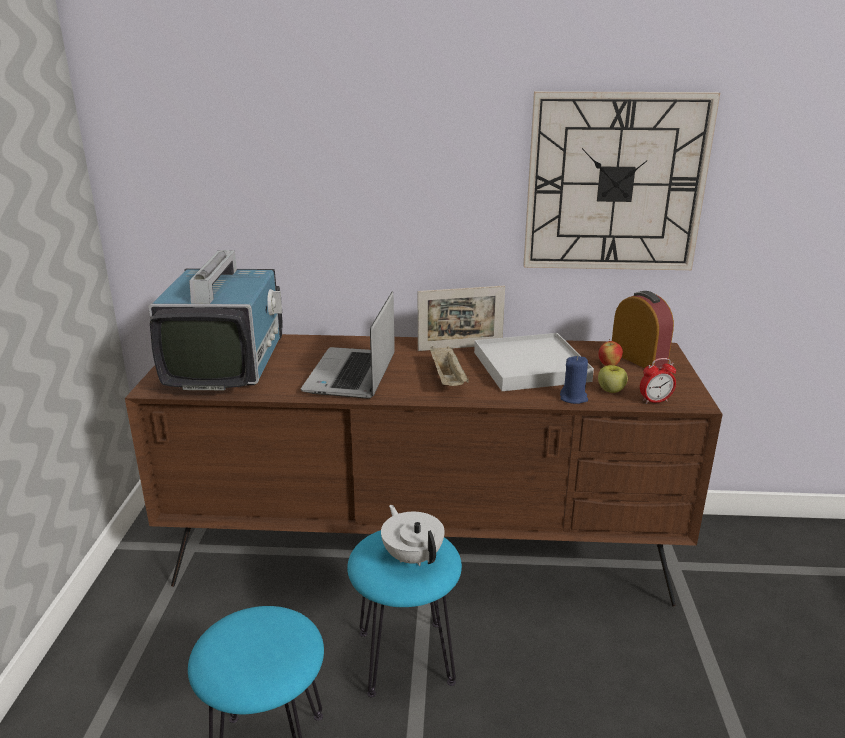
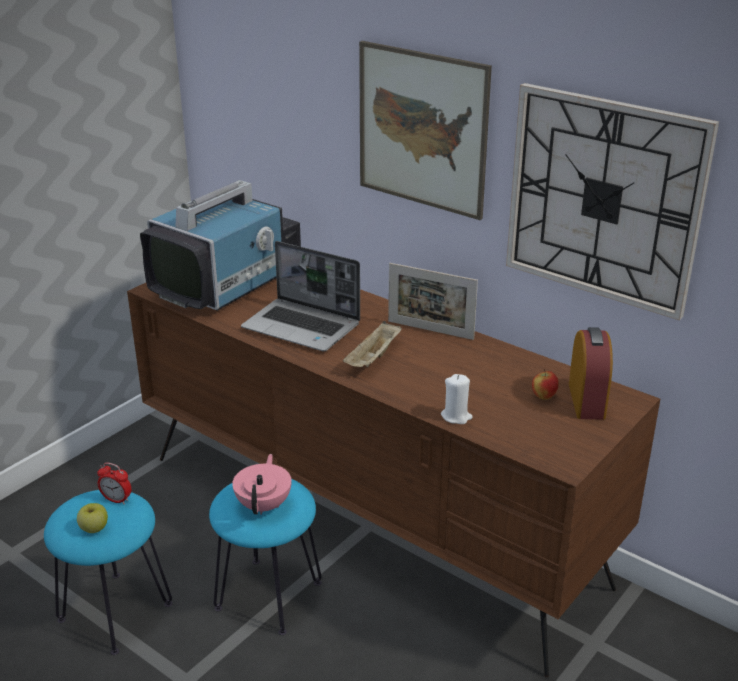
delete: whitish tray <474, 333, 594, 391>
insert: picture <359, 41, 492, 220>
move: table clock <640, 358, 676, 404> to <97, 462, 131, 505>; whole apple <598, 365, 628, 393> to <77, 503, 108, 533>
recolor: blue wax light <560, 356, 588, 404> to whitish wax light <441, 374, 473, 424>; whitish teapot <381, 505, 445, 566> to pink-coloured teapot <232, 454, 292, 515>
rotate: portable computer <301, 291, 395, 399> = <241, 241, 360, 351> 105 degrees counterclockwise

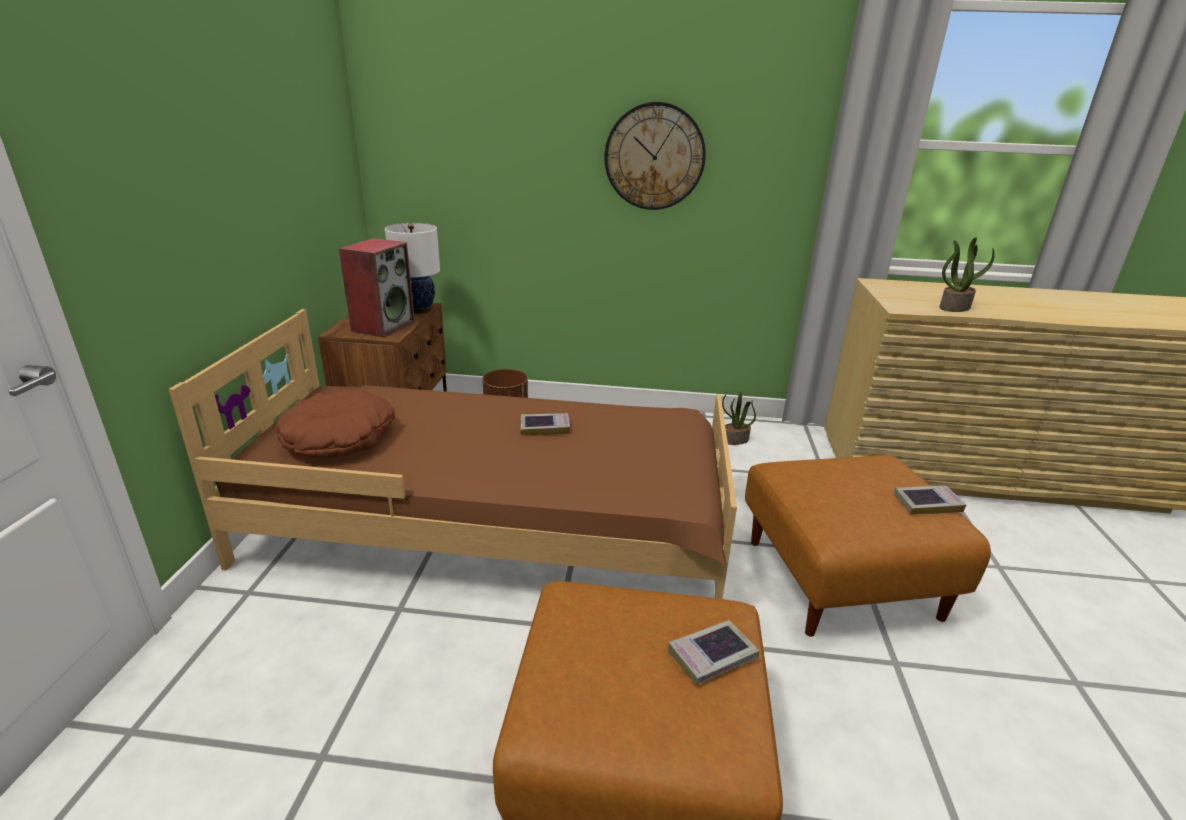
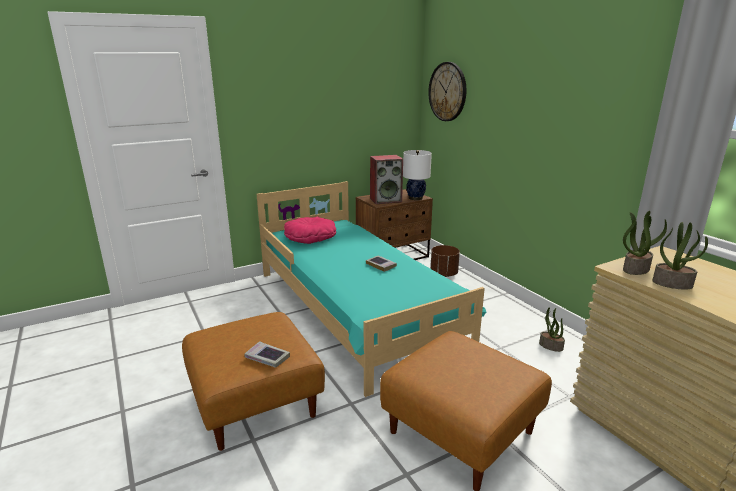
delete: volume <894, 486, 966, 514>
insert: potted plant <623, 211, 667, 275>
move: wall clock <604, 102, 706, 210> to <428, 62, 466, 121>
recolor: brown-coloured sleeping bed <169, 309, 737, 599> to turquoise-coloured sleeping bed <257, 181, 487, 397>; brown-coloured throw pillow <276, 390, 395, 458> to pink-coloured throw pillow <284, 216, 336, 244>

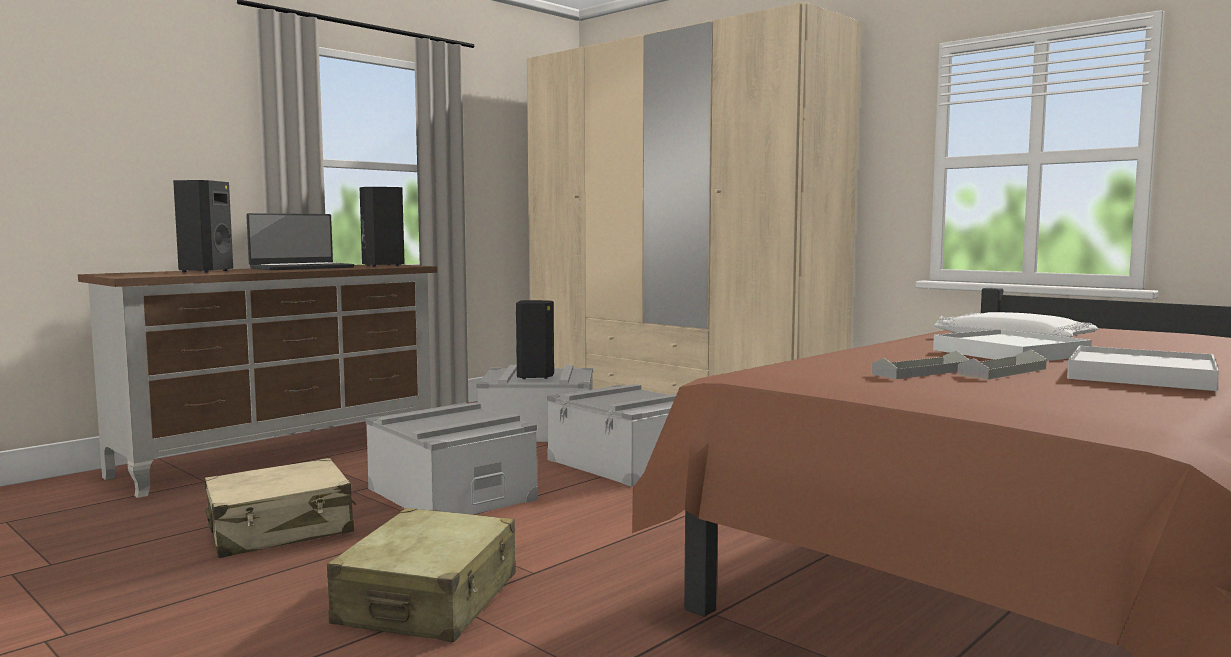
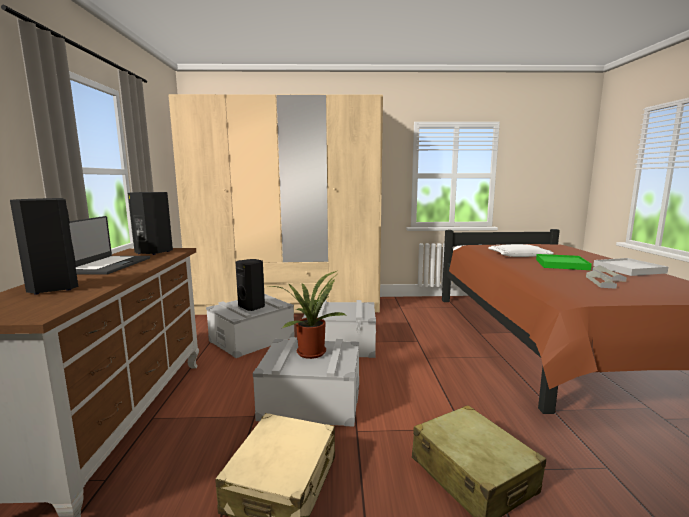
insert: potted plant <270, 271, 346, 359>
recolor: whitish tray <933, 329, 1092, 361> to greenish tray <536, 254, 592, 270>

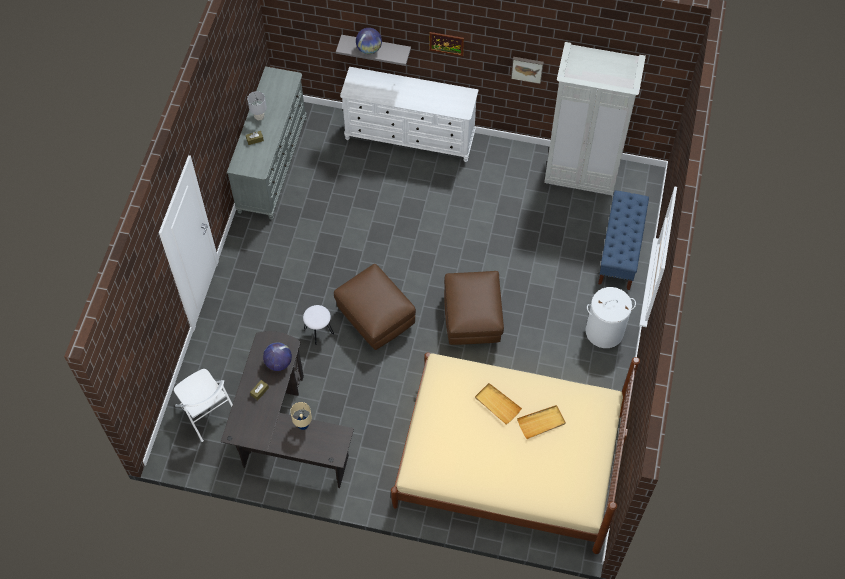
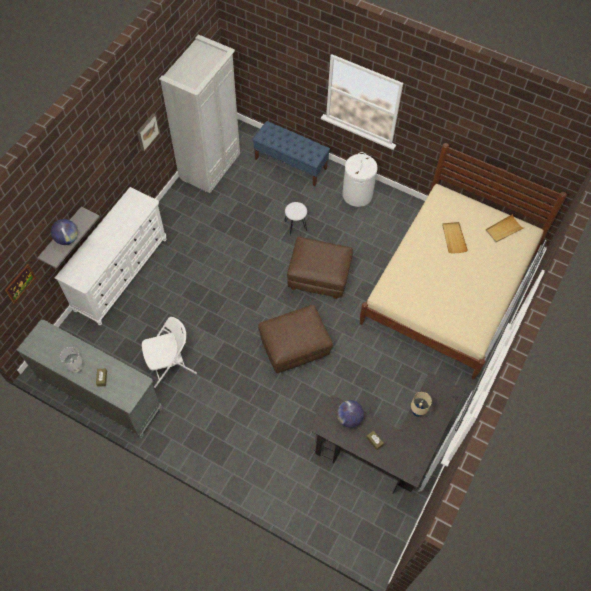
move: picture <430, 32, 464, 56> to <5, 264, 36, 304>; whitish sitting stool <303, 305, 334, 345> to <285, 202, 307, 235>; whitish upright chair <174, 369, 233, 442> to <142, 317, 197, 388>; beige-coloured tray <475, 383, 522, 425> to <486, 214, 524, 242>

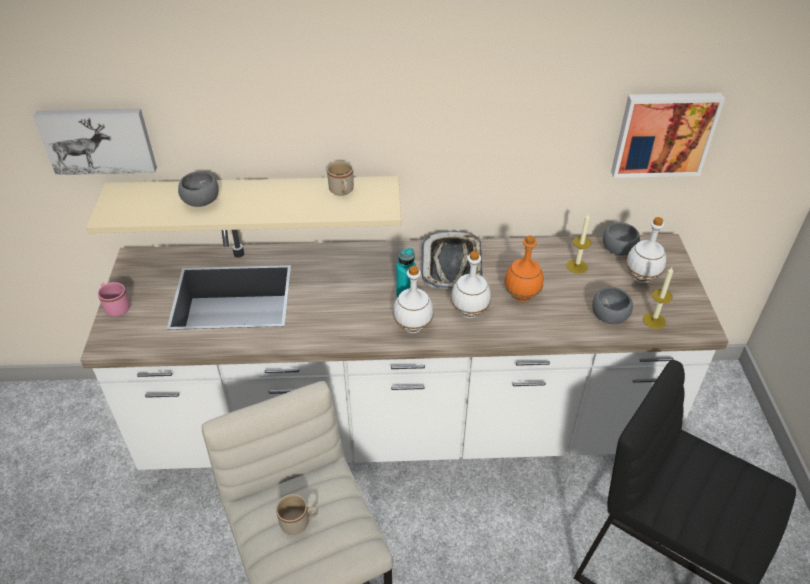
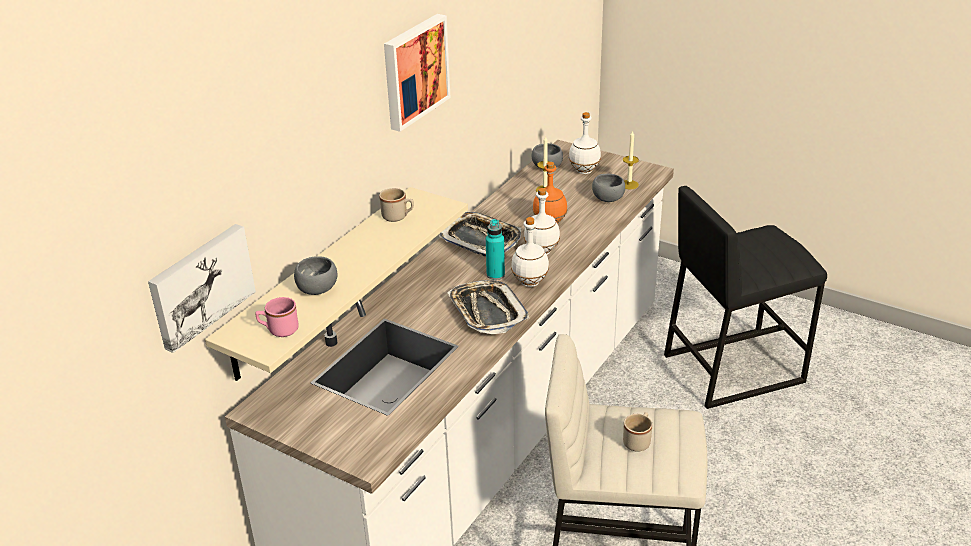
insert: tray <447, 280, 530, 334>
move: picture <611, 93, 725, 178> to <384, 14, 451, 132>; pink-coloured tea mug <98, 282, 130, 317> to <256, 297, 299, 337>

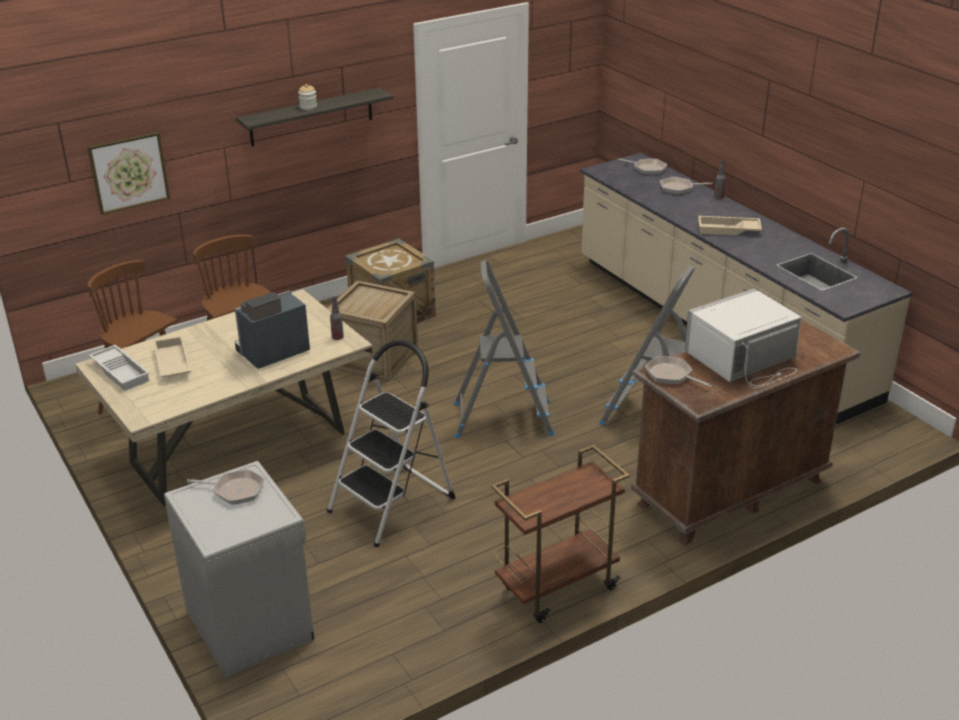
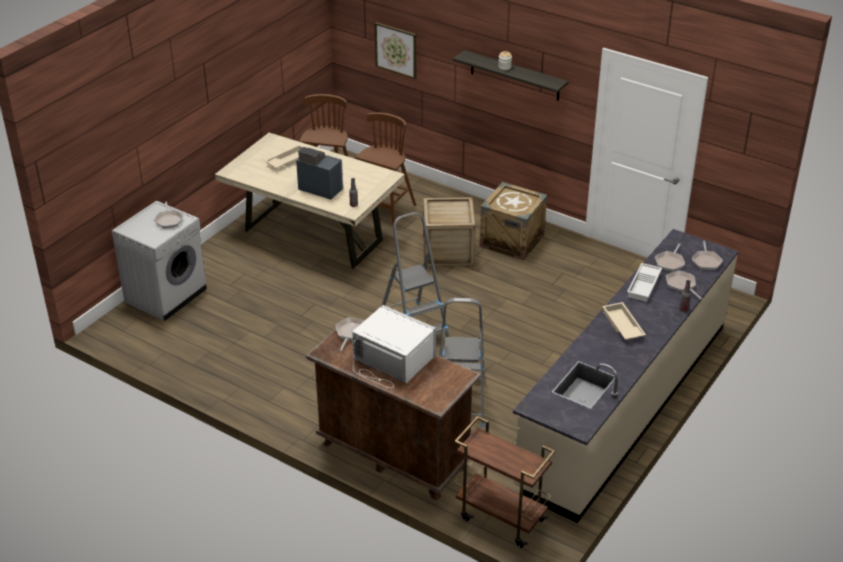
delete: step stool <327, 340, 455, 547>
insert: frying pan <655, 243, 685, 272>
move: whitish tray <89, 345, 150, 391> to <627, 263, 662, 302>; brown-coloured wheeled cart <491, 445, 630, 623> to <454, 416, 555, 548>

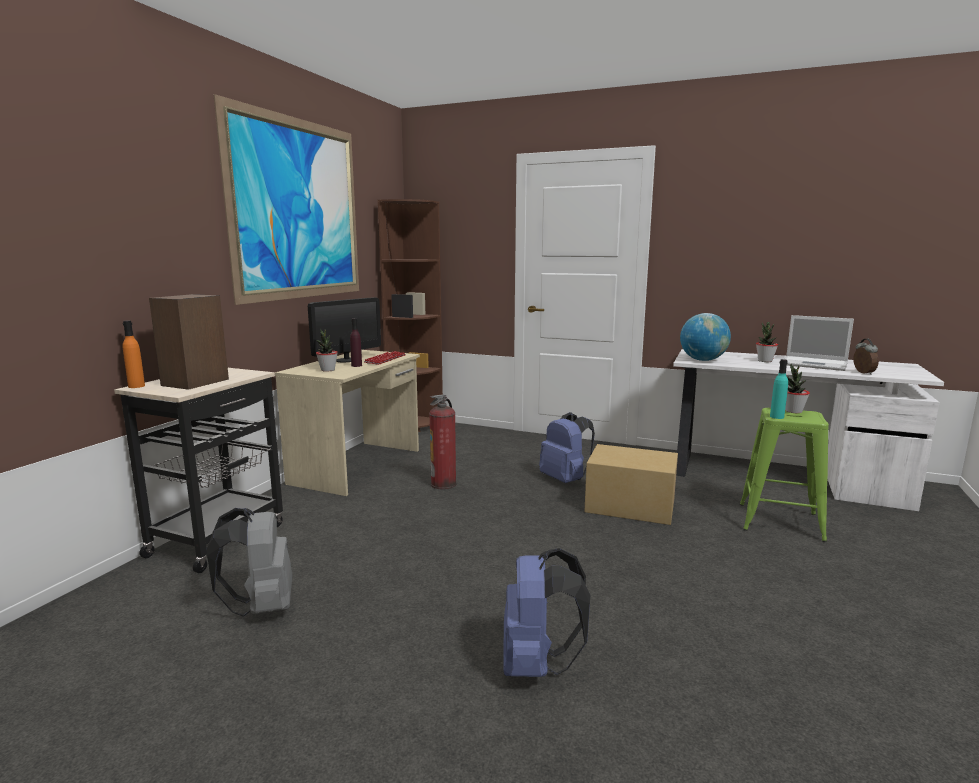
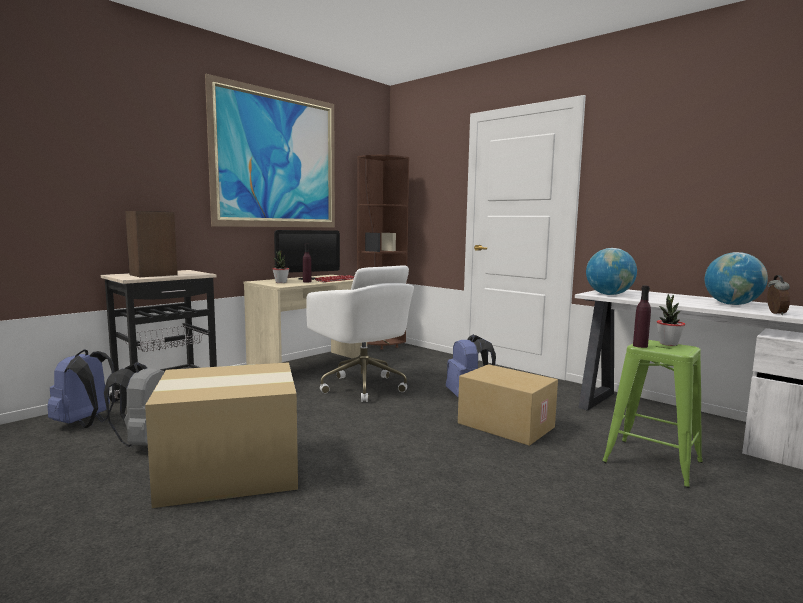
delete: orange beverage bottle <123, 320, 145, 388>; potted plant <756, 322, 778, 362>
insert: cardboard box <145, 362, 298, 508>
move: blue rucksack <503, 548, 590, 677> to <47, 349, 115, 428>
replace: portable computer <784, 315, 854, 371> to globe <705, 252, 768, 305>; fire-fighting cylinder <429, 395, 456, 490> to whitish office chair <306, 266, 414, 402>
recolor: turquoise-coloured beverage bottle <770, 359, 788, 419> to purple beverage bottle <633, 286, 651, 348>

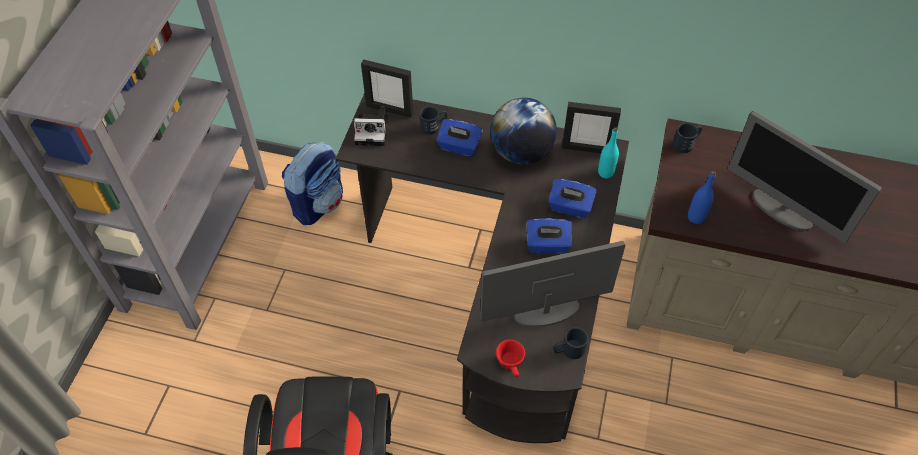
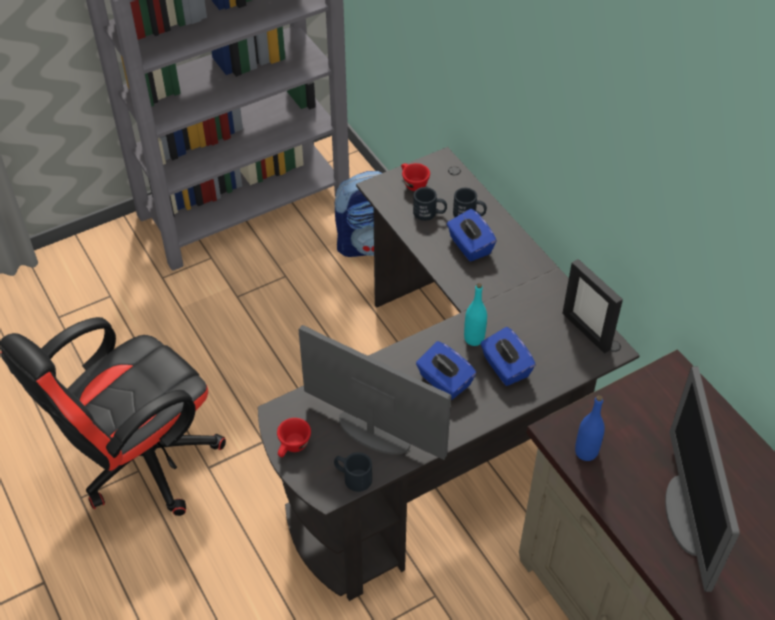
delete: standing frame <361, 59, 413, 118>; globe <490, 98, 557, 164>
move: black tea mug <672, 123, 702, 153> to <413, 187, 447, 221>; turquoise-coloured beverage bottle <598, 128, 619, 178> to <464, 283, 487, 346>
replace: still camera <354, 106, 388, 146> to red cup <401, 163, 430, 191>

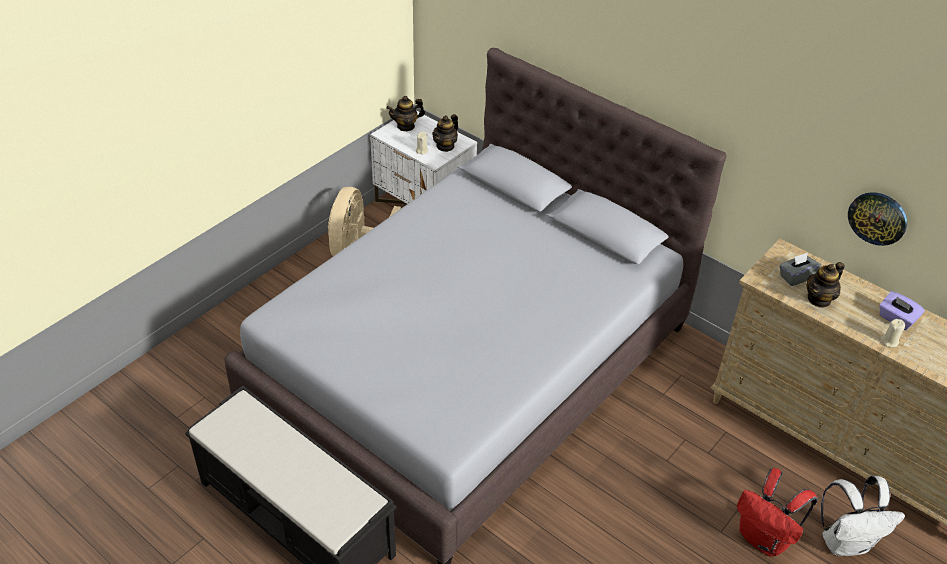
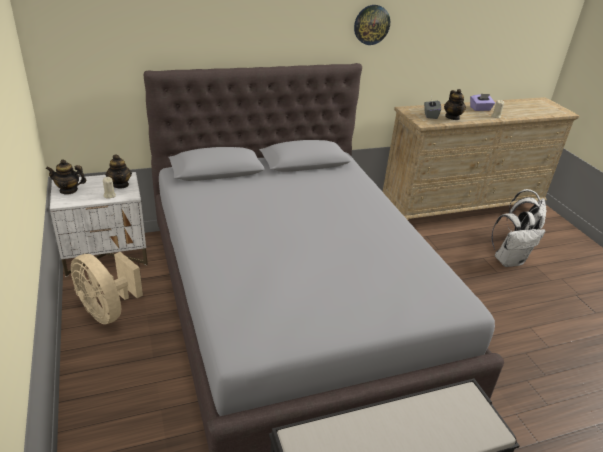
move: wall clock <848, 192, 907, 246> to <354, 5, 390, 45>
recolor: red rucksack <737, 468, 818, 557> to whitish rucksack <492, 212, 545, 267>
rotate: teapot <386, 96, 425, 131> = <46, 159, 87, 194> 75 degrees clockwise

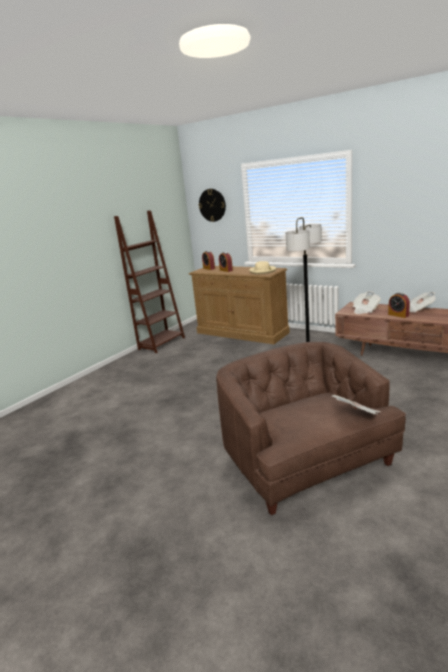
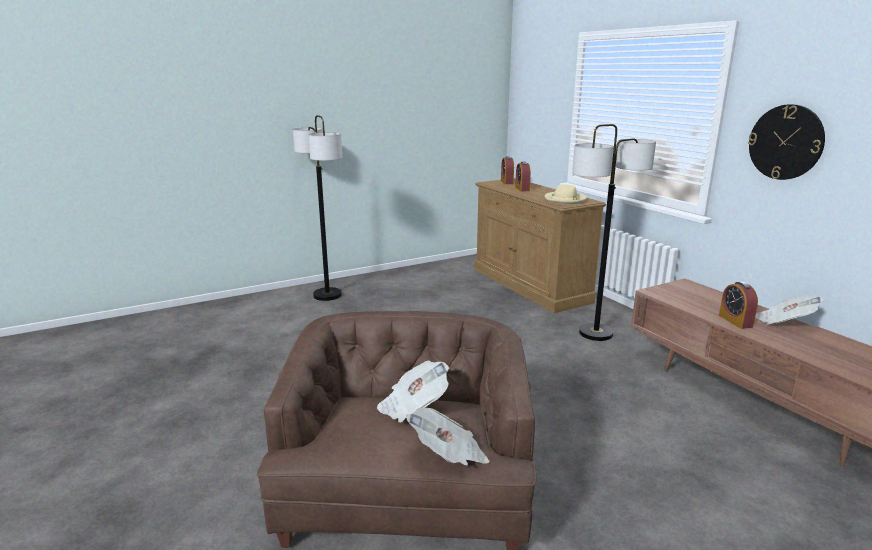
delete: brown-coloured shelving unit <114, 211, 185, 353>
insert: floor lamp <293, 115, 342, 301>
move: wall clock <199, 189, 226, 222> to <748, 104, 825, 180>; printed paper <353, 291, 381, 314> to <377, 361, 449, 422>

